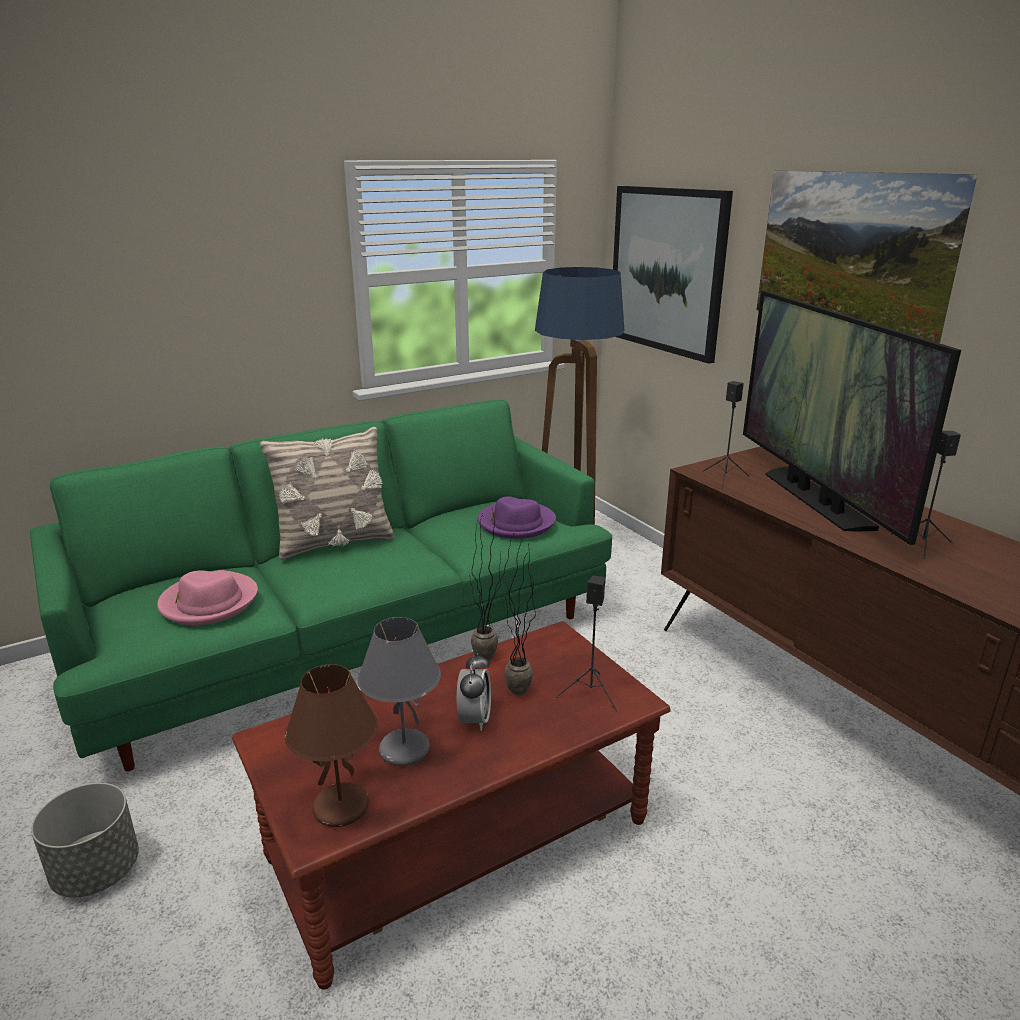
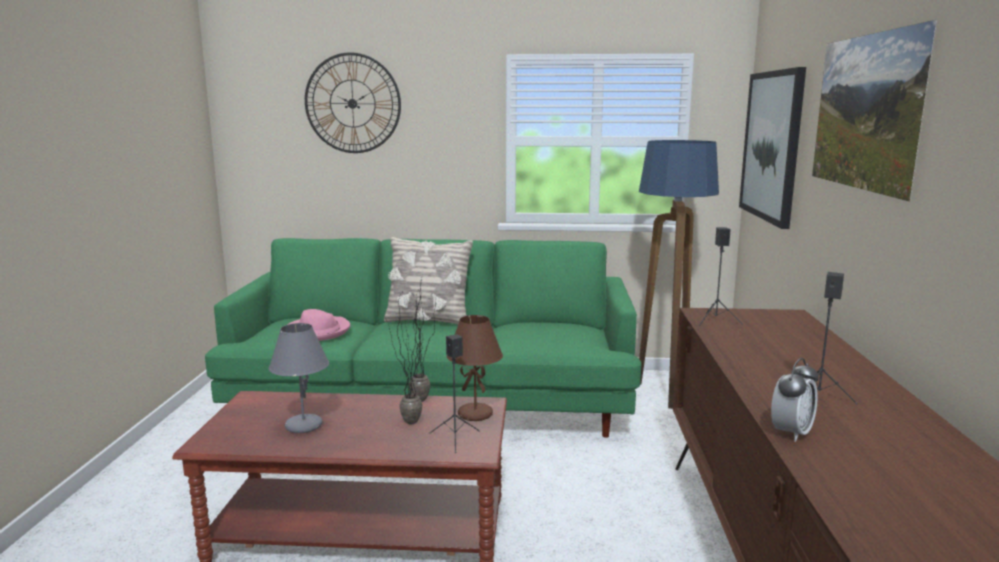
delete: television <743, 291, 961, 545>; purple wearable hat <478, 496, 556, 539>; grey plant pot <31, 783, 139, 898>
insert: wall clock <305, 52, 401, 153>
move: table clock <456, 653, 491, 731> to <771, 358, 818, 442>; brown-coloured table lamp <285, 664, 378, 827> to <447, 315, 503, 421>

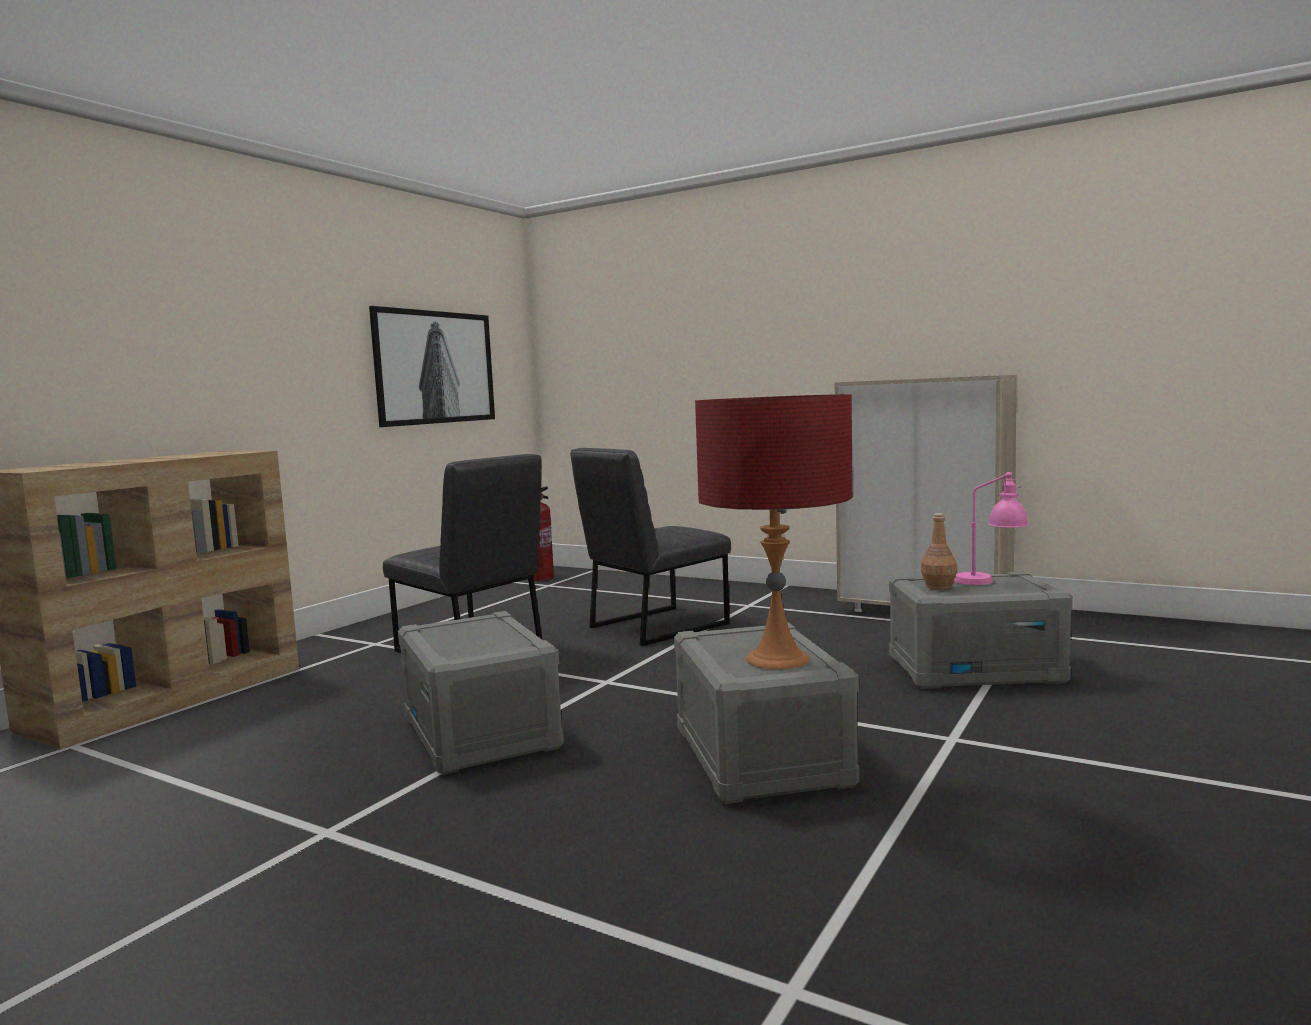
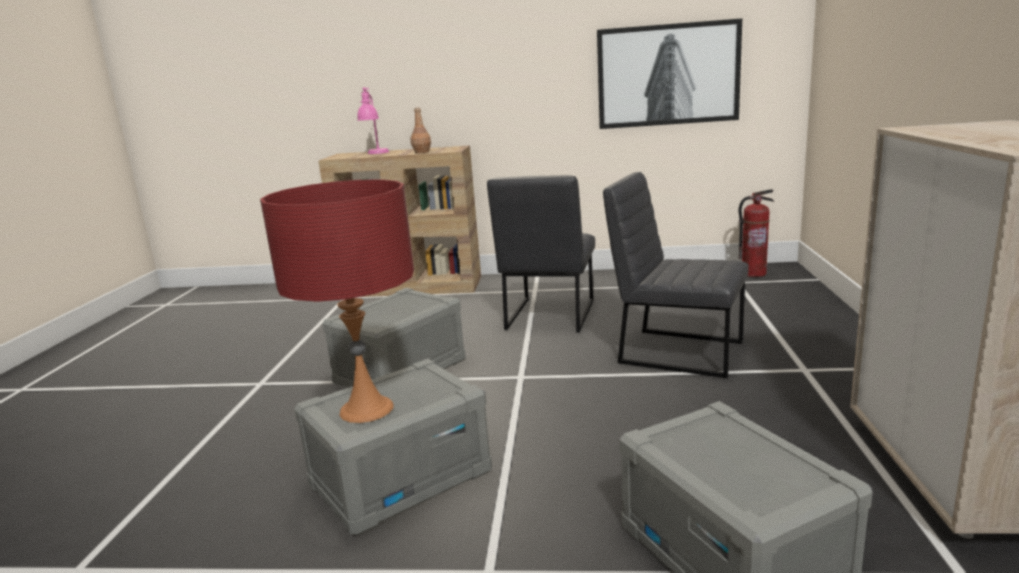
move: pink-coloured table lamp <954, 472, 1029, 585> to <357, 87, 389, 154>; brown-coloured beverage bottle <921, 513, 957, 590> to <411, 107, 431, 153>

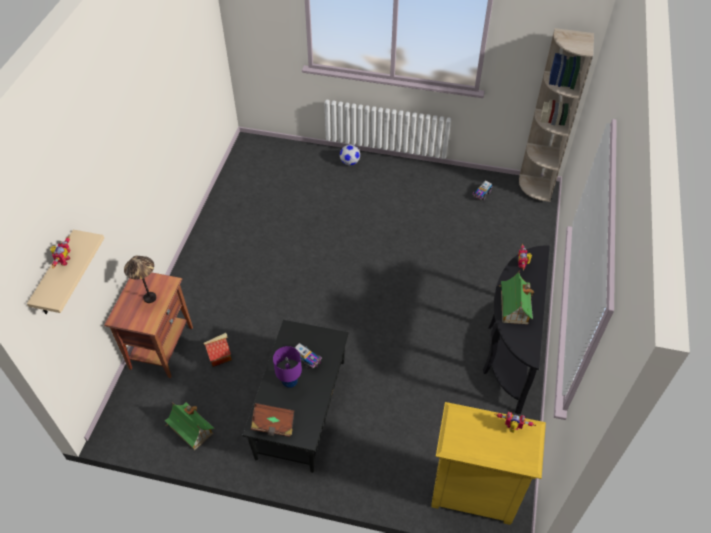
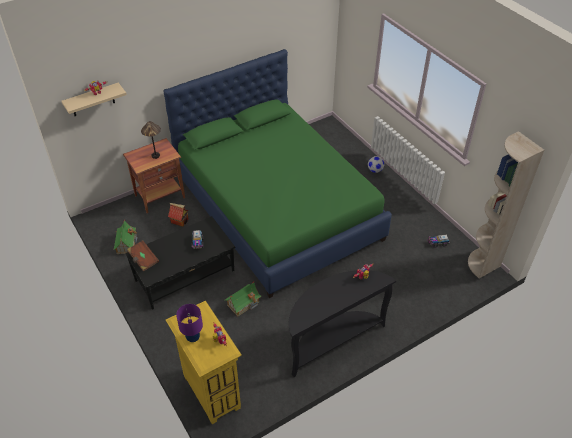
insert: greenish sleeping bed <163, 49, 392, 298>
move: model house <499, 272, 534, 324> to <225, 281, 262, 316>; purple table lamp <273, 346, 302, 388> to <176, 304, 203, 342>

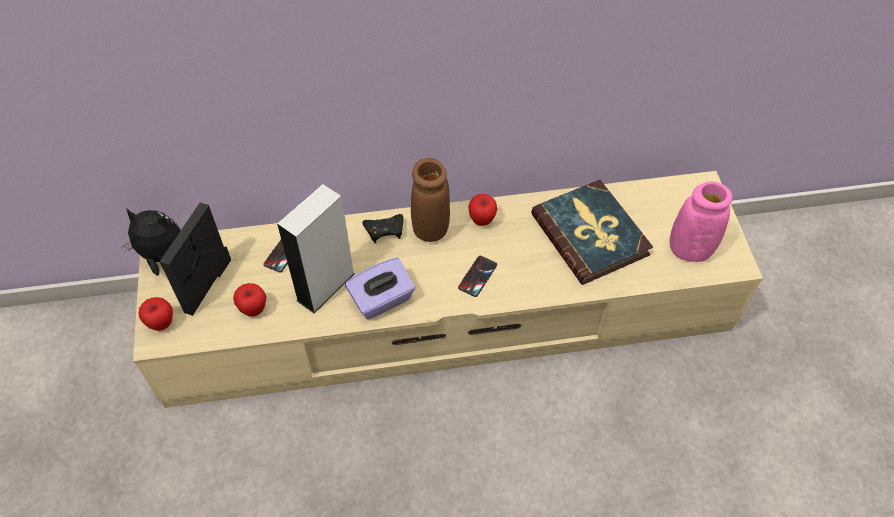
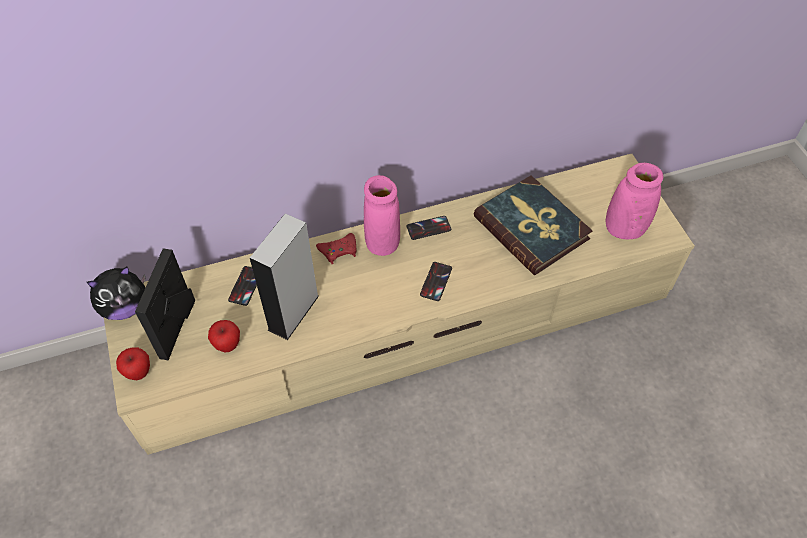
delete: purple box of tissues <345, 258, 415, 320>
replace: whole apple <468, 194, 497, 226> to handset <406, 216, 451, 240>
recolor: brown-coloured vase <411, 158, 450, 242> to pink-coloured vase <364, 175, 400, 256>; black game controller <362, 214, 404, 243> to red game controller <316, 233, 357, 264>
rotate: plush toy <122, 208, 181, 276> = <87, 266, 145, 320> 150 degrees clockwise

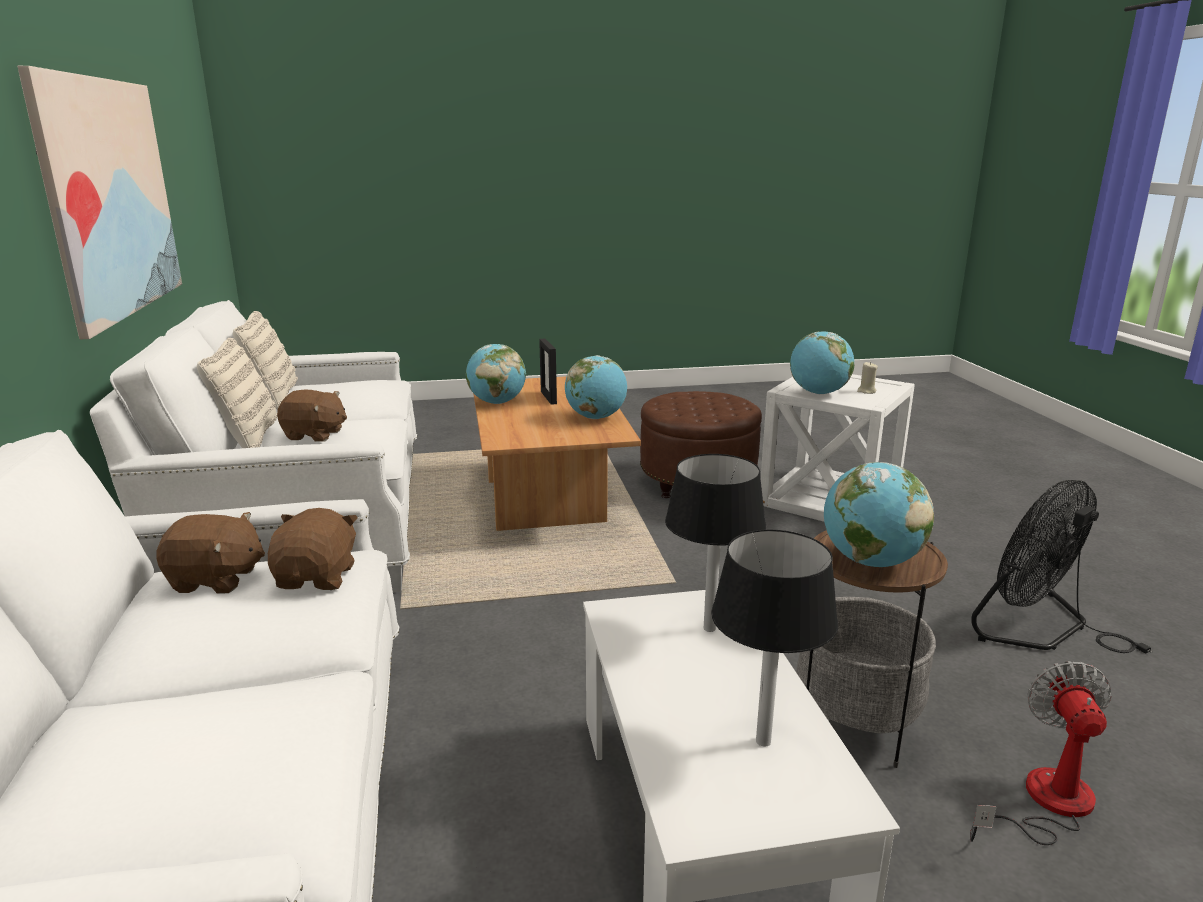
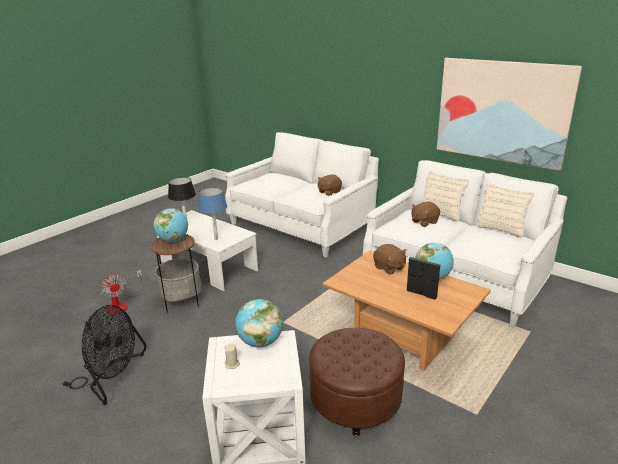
delete: globe <565, 355, 627, 419>
move: brown-coloured plush toy <268, 508, 358, 590> to <373, 244, 407, 275>
recolor: black table lamp <665, 454, 766, 632> to blue table lamp <198, 187, 227, 240>

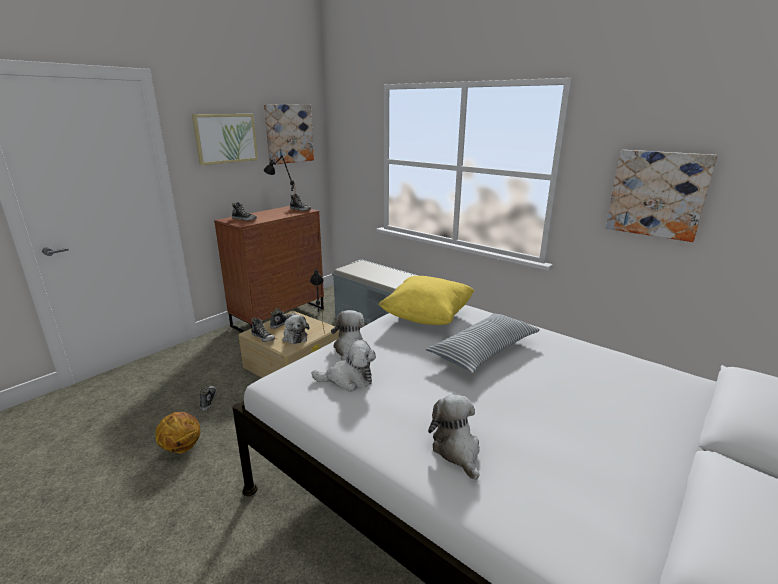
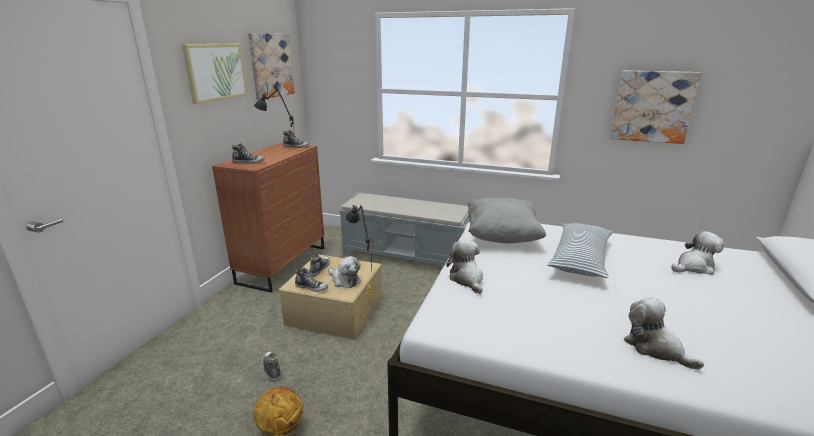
move: plush toy <311, 340, 376, 392> to <671, 231, 724, 275>
recolor: yellowish throw pillow <378, 276, 474, 325> to grey throw pillow <467, 198, 546, 243>

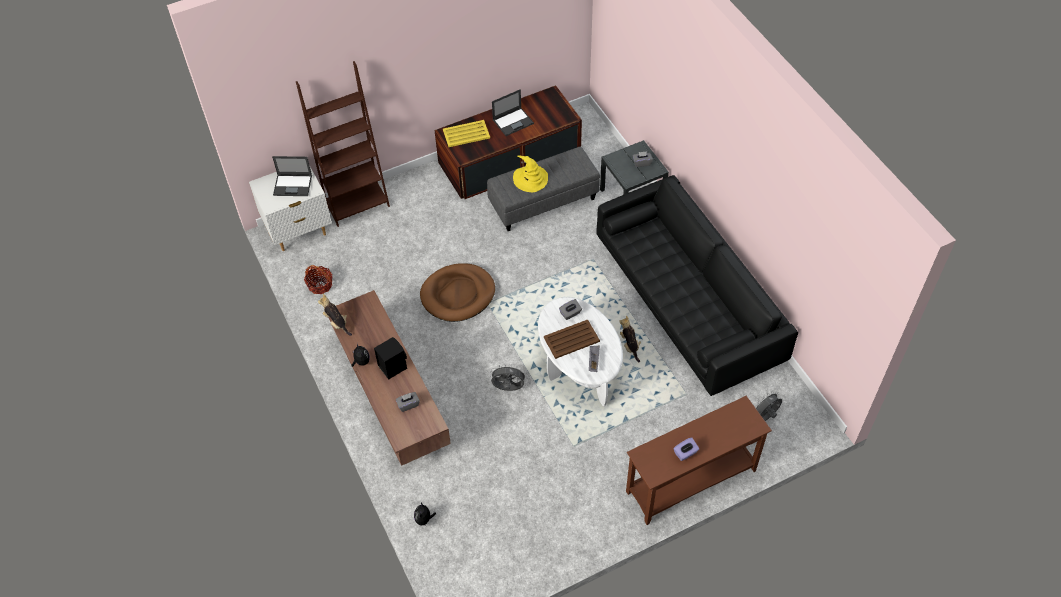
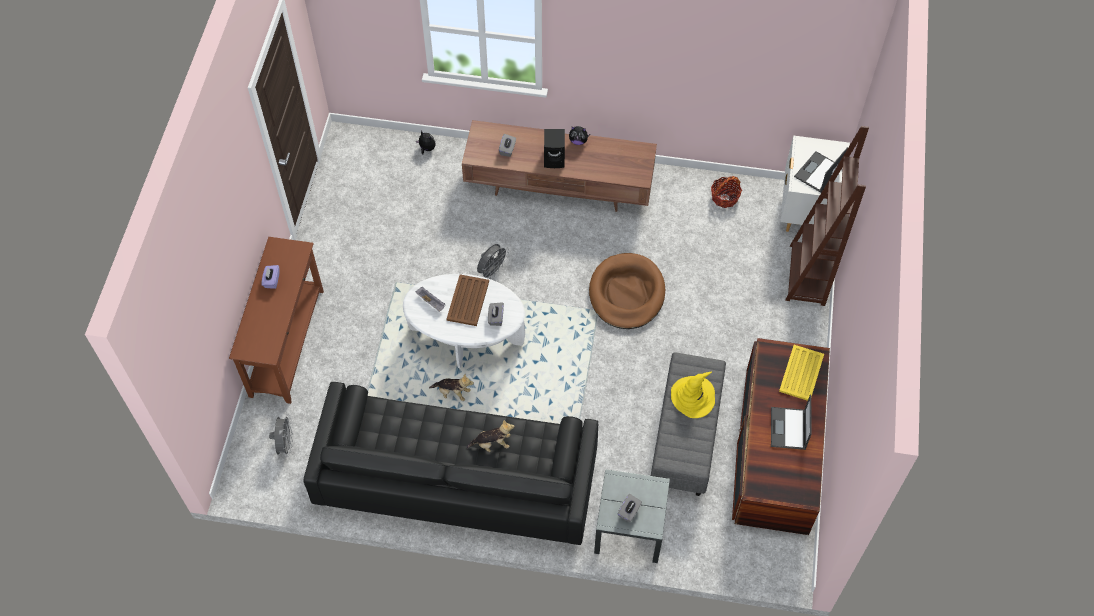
move: plush toy <318, 294, 352, 336> to <467, 420, 514, 452>

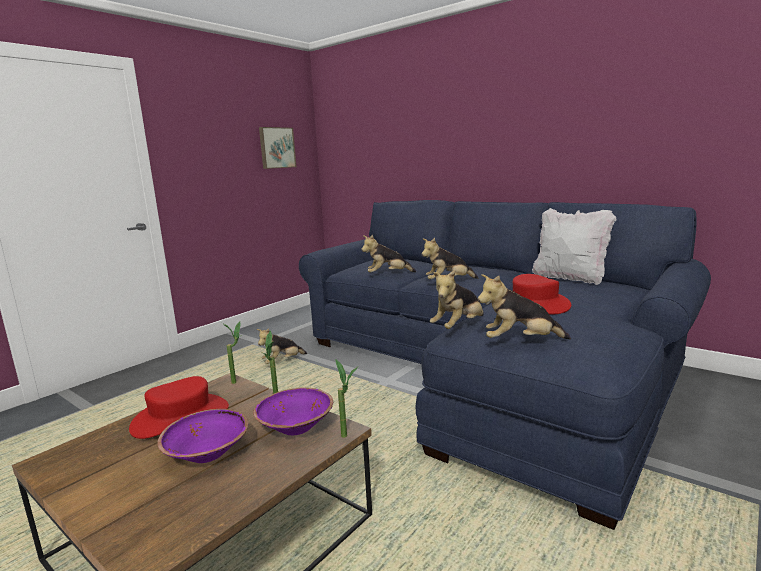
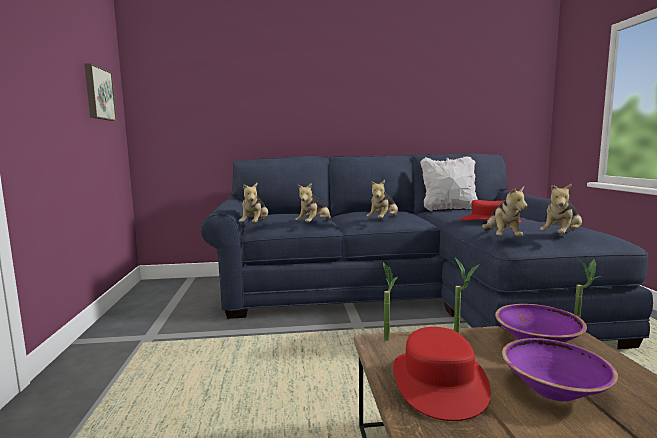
move: plush toy <257, 328, 307, 364> to <239, 183, 268, 223>

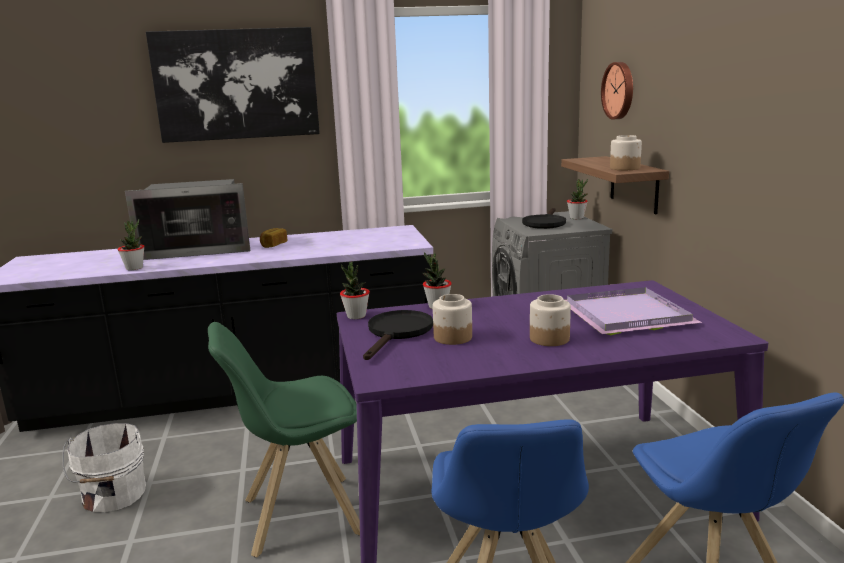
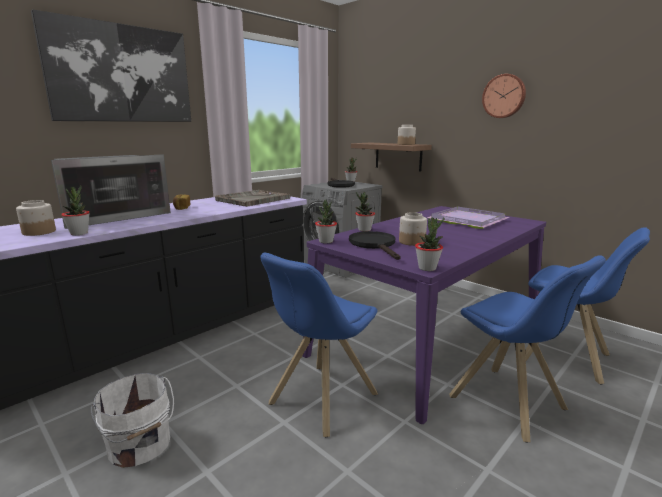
insert: grey tray <215, 190, 290, 207>; potted plant <415, 217, 445, 271>
move: wall clock <601, 62, 633, 119> to <482, 74, 526, 118>; storage jar <530, 294, 571, 346> to <16, 200, 56, 236>
recolor: greenish upright chair <208, 322, 360, 557> to blue upright chair <260, 253, 378, 437>

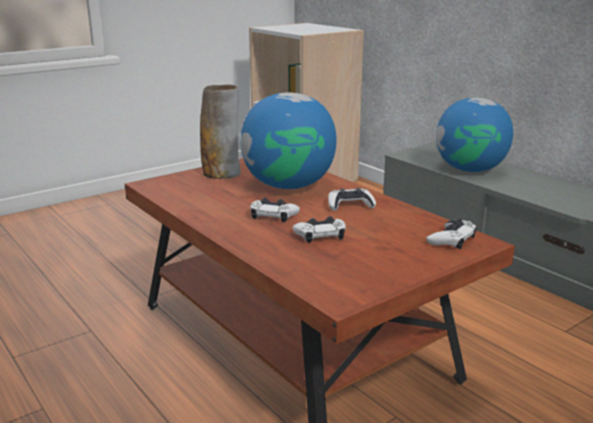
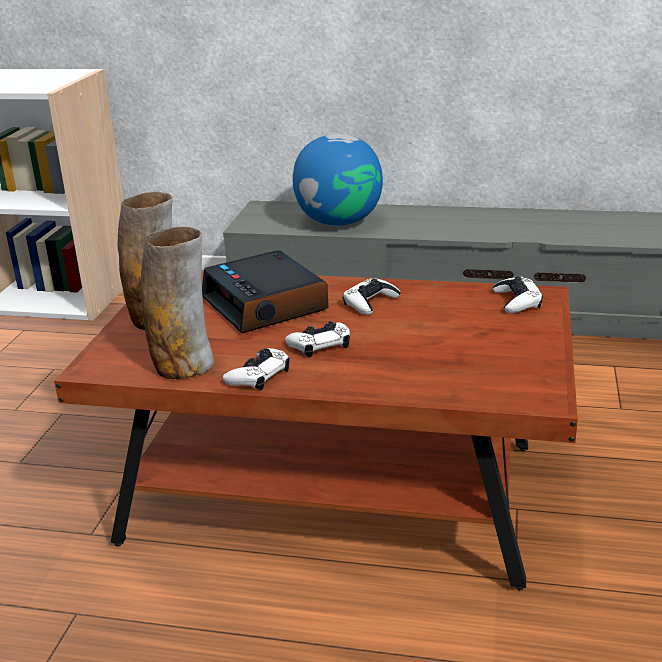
insert: vase <141, 226, 214, 379>
move: whitish game controller <293, 216, 346, 243> to <223, 348, 290, 390>
replace: globe <241, 92, 337, 189> to table clock <202, 250, 328, 333>

